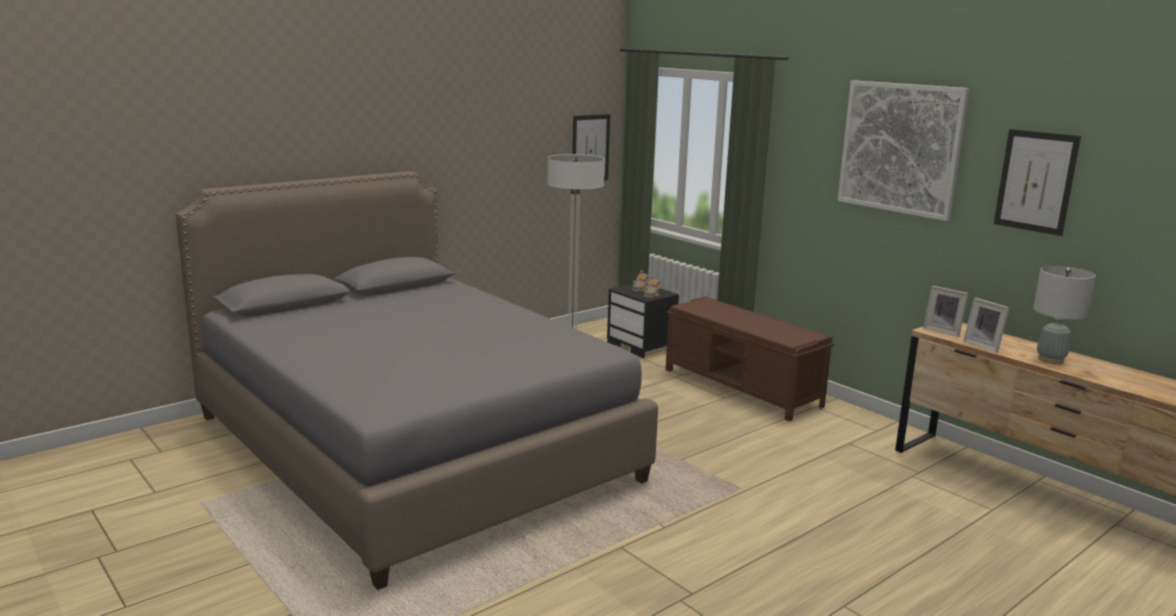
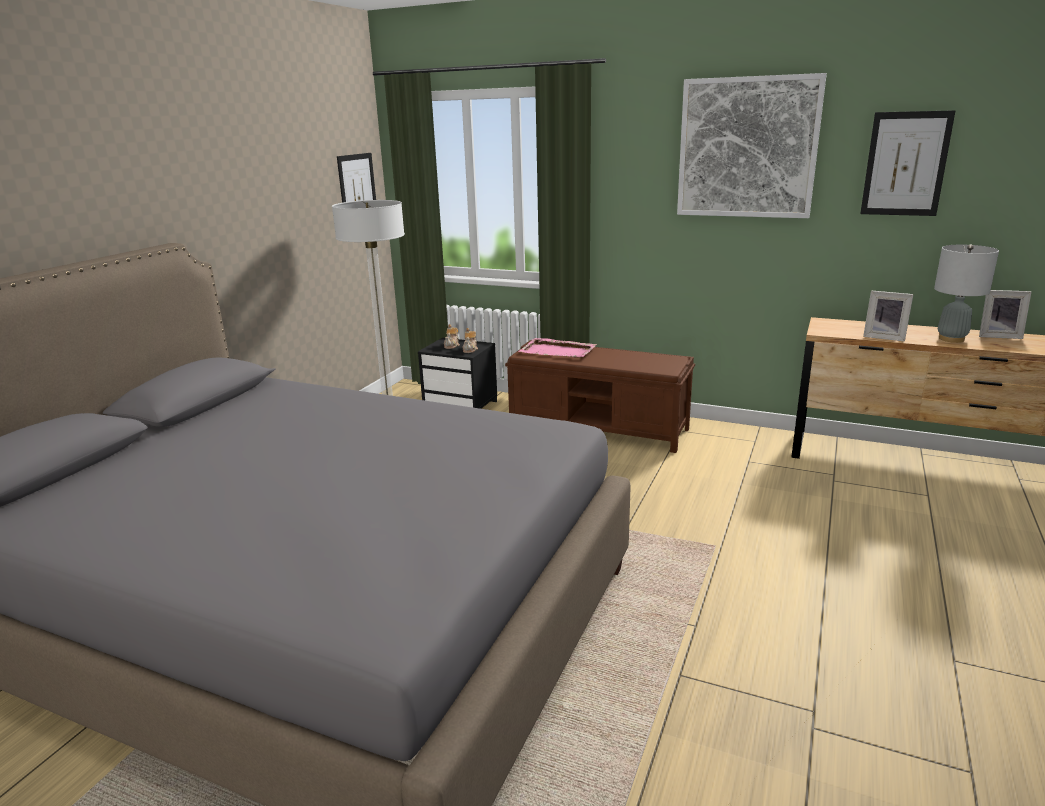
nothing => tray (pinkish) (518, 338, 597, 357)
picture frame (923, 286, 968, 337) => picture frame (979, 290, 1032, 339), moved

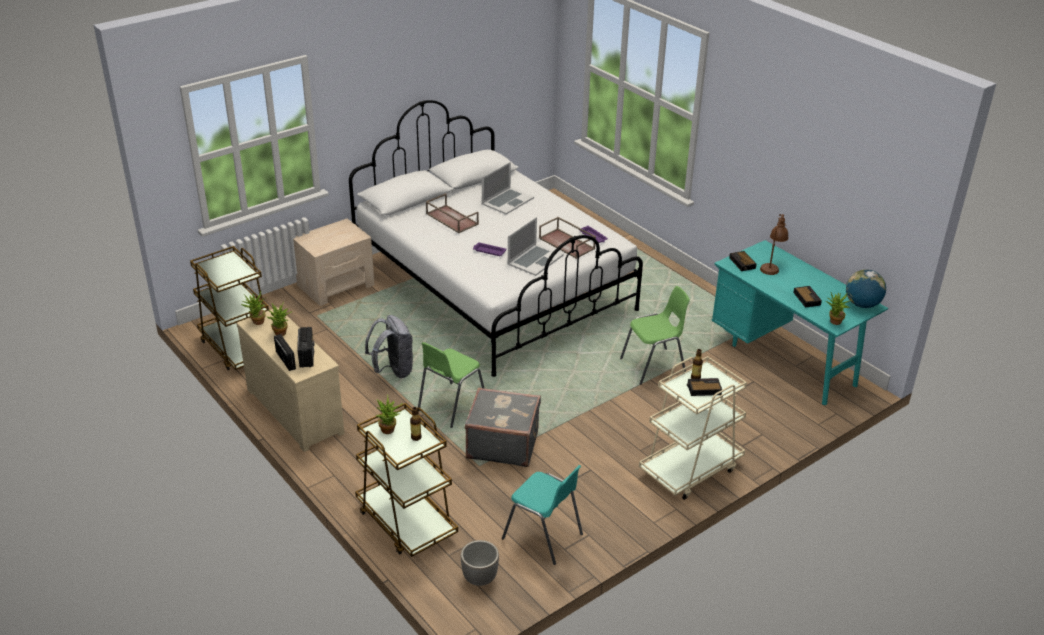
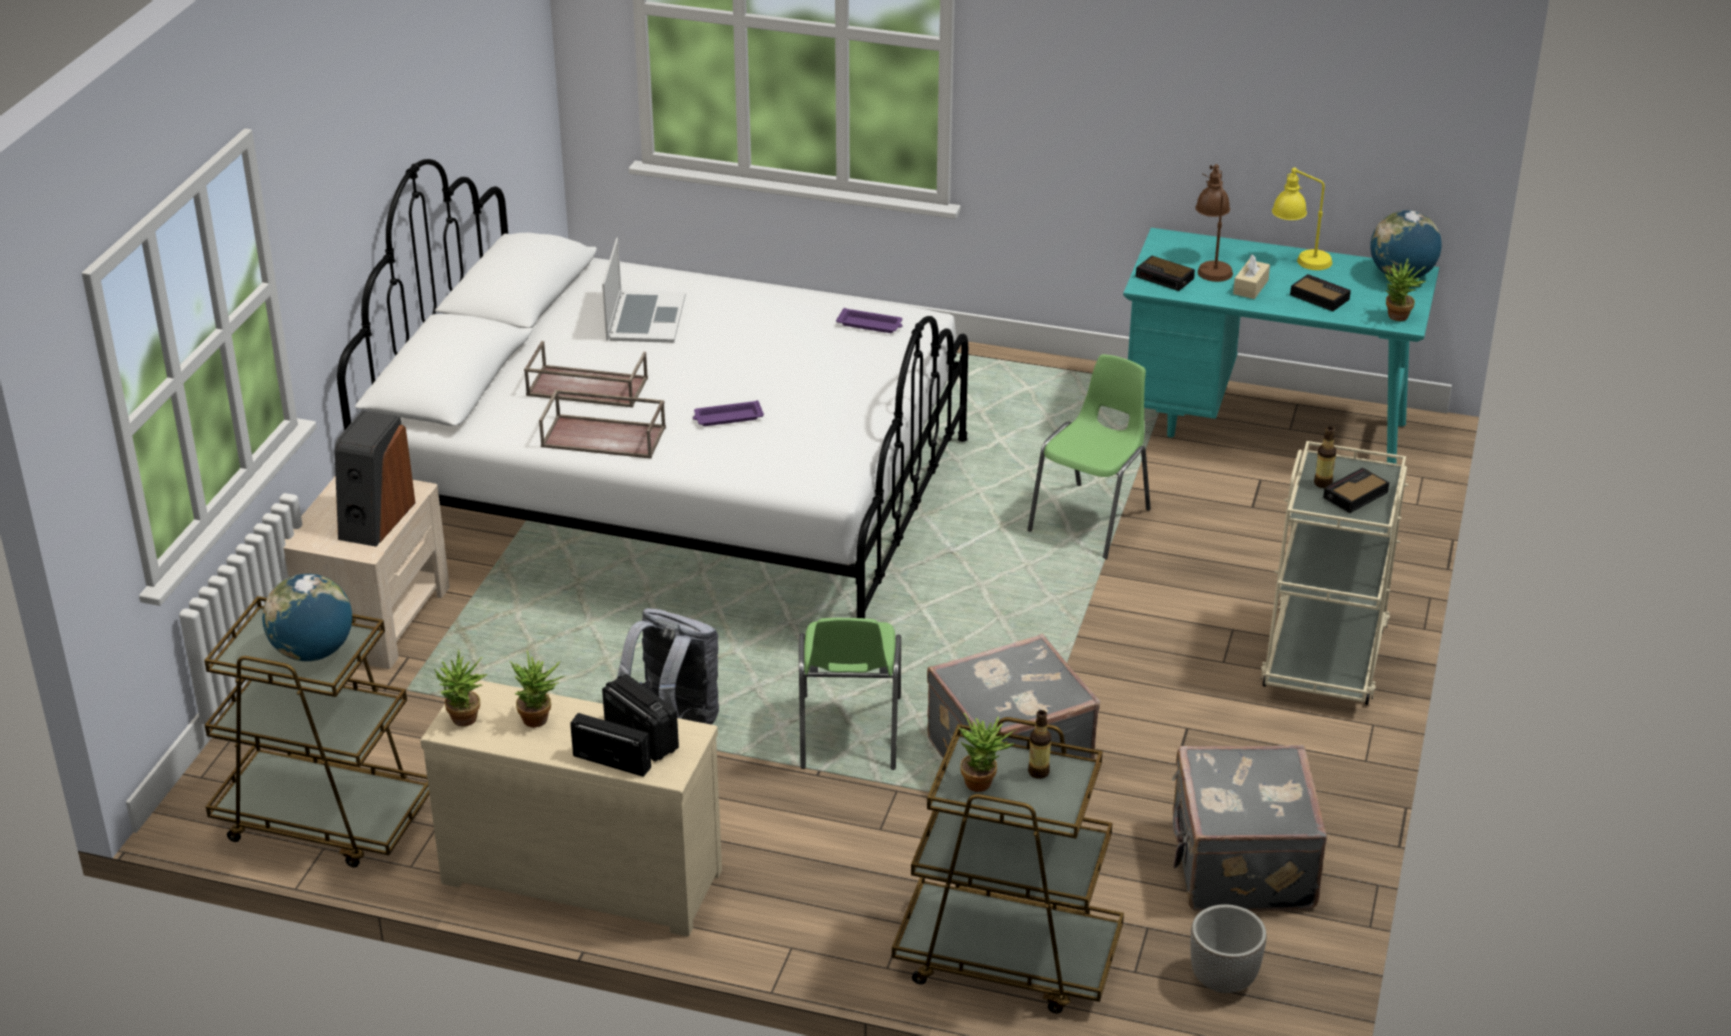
nothing => world globe (262, 574, 352, 661)
nothing => speaker (335, 410, 415, 547)
tray (brown) (539, 217, 596, 259) => tray (brown) (539, 390, 666, 458), moved
chair (turquoise) (502, 465, 583, 565) => suitcase (grey) (1172, 745, 1327, 911)
nothing => box of tissues (beige-coloured) (1233, 254, 1270, 299)
nothing => lamp for a table (yellowish) (1272, 167, 1332, 270)
notebook computer (508, 217, 563, 276) => nothing

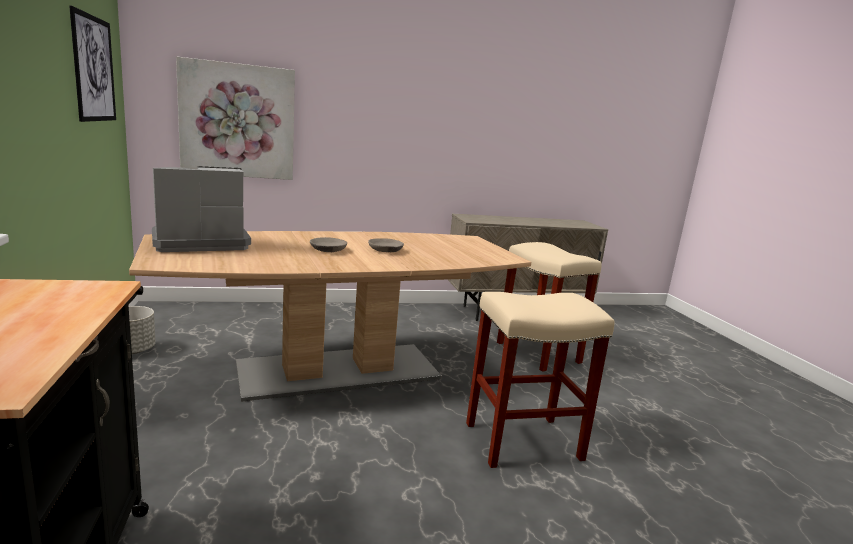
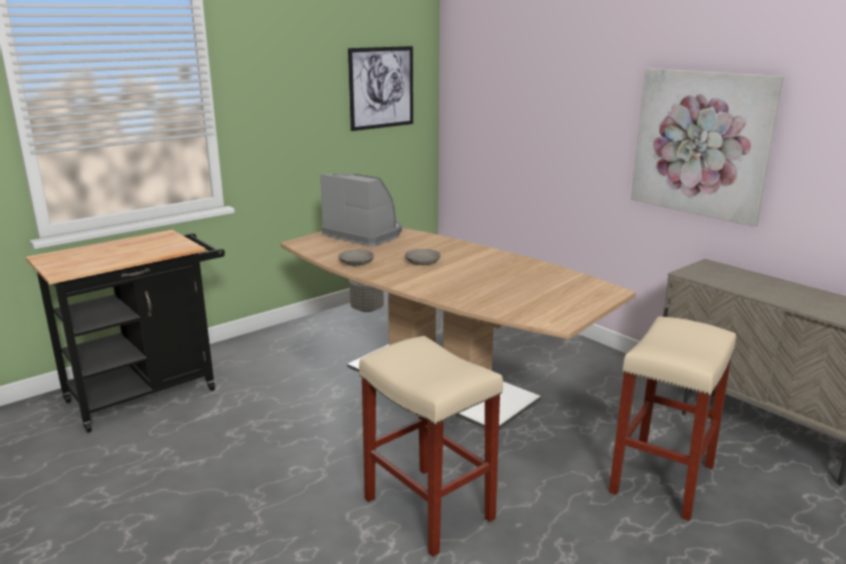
serving bowl (grey) (368, 238, 404, 252) => serving bowl (grey) (339, 249, 374, 266), moved
picture (176, 56, 295, 180) => picture (631, 68, 784, 227), moved

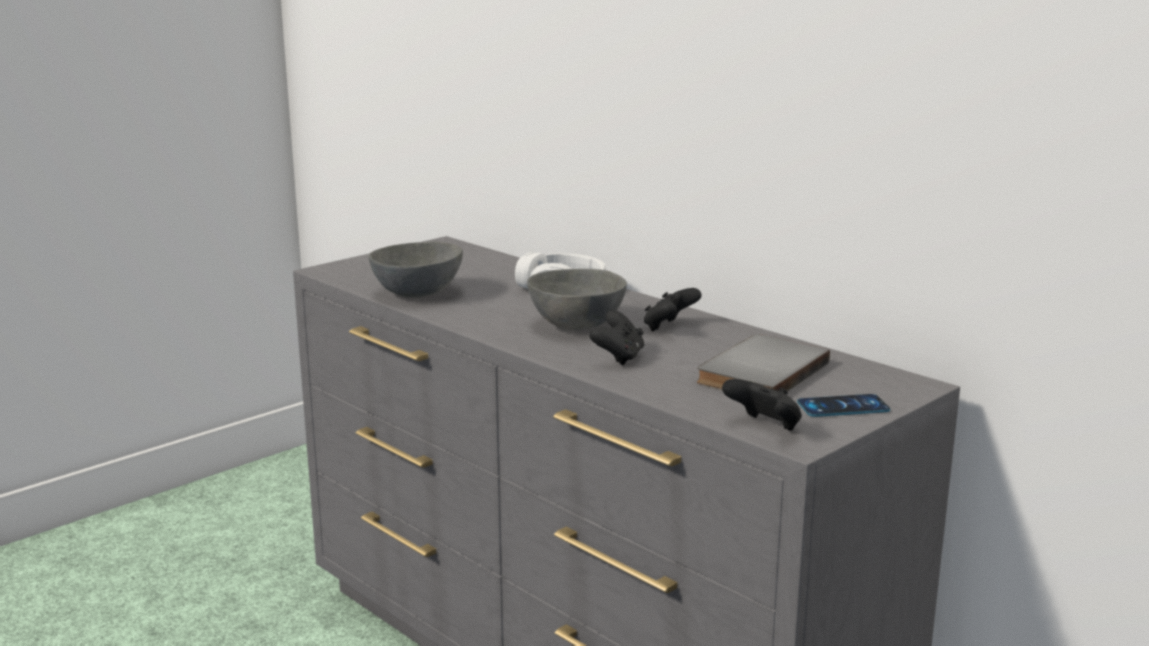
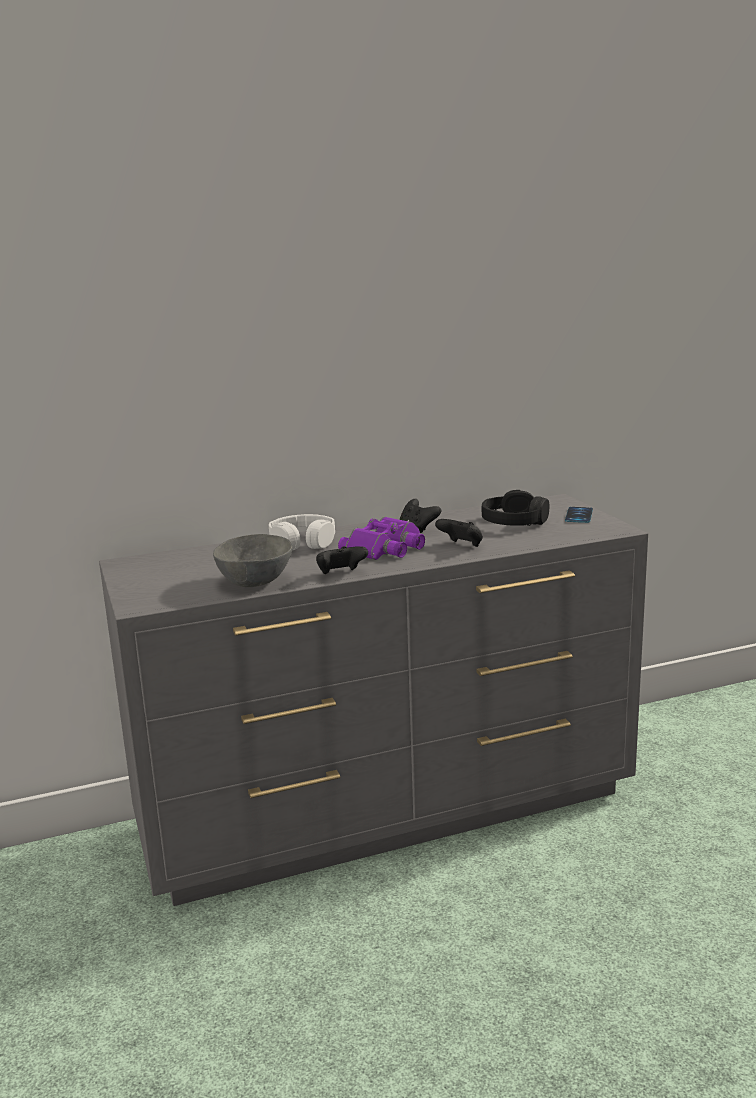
joypad (black) (722, 379, 802, 431) => joypad (black) (316, 546, 368, 574), moved
serving bowl (grey) (527, 269, 627, 330) => field glasses (purplish) (338, 517, 425, 560)
volume (grey) (697, 334, 830, 391) => headset (black) (481, 490, 549, 526)

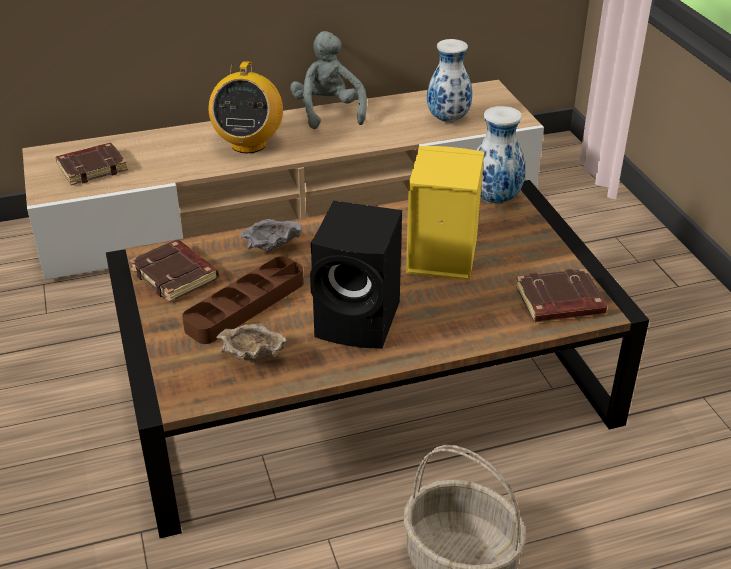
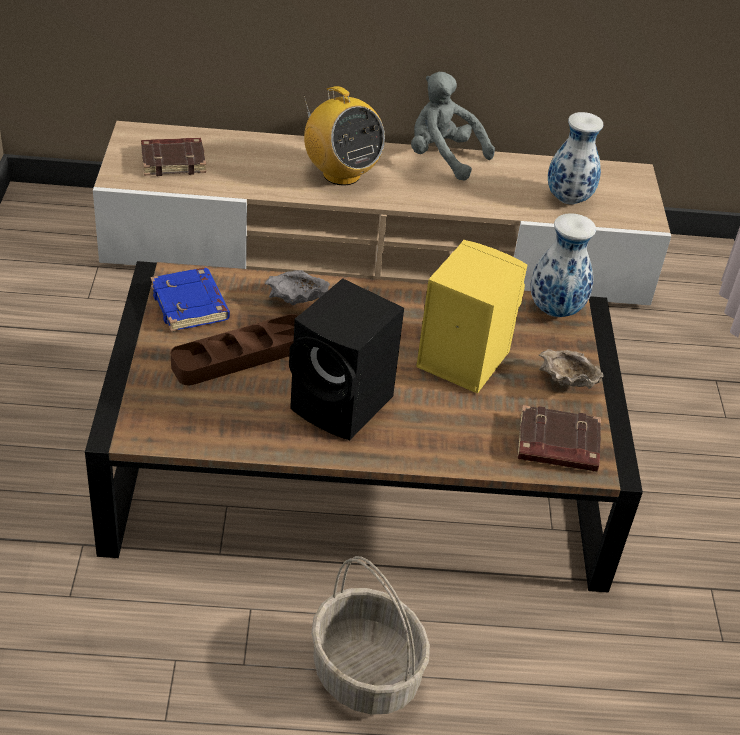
volume (brown) (129, 240, 219, 302) => volume (blue) (150, 268, 230, 332)
radio receiver (208, 61, 283, 153) => radio receiver (303, 86, 385, 185), 60 degrees counterclockwise
plush toy (grey) (290, 31, 367, 129) => plush toy (grey) (411, 72, 495, 181), 60 degrees counterclockwise
serving bowl (beige-coloured) (216, 324, 287, 362) => serving bowl (beige-coloured) (539, 349, 604, 389), moved

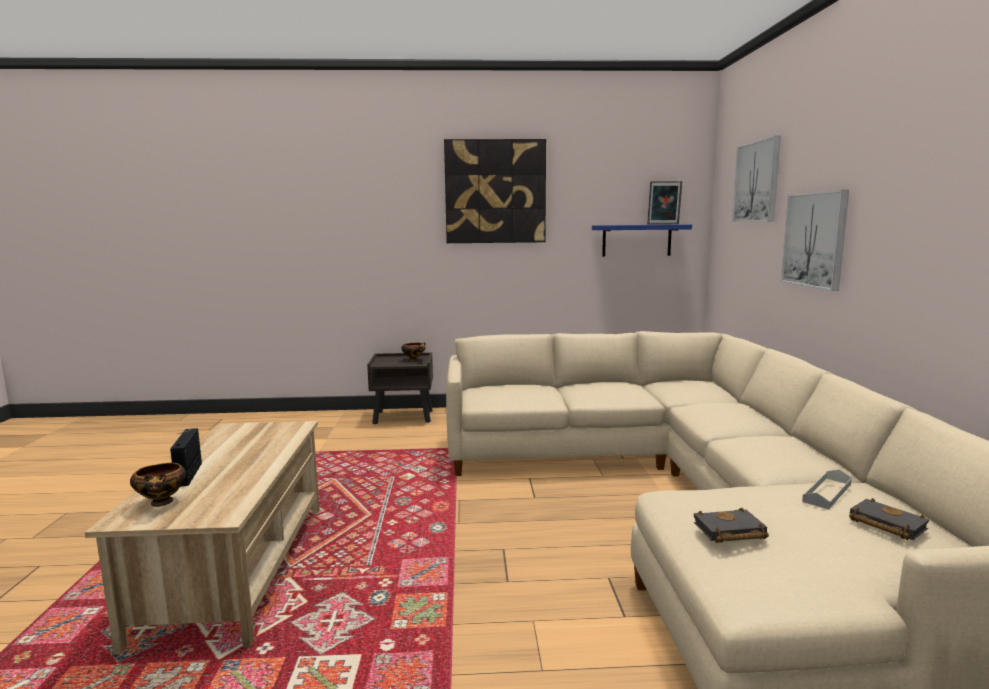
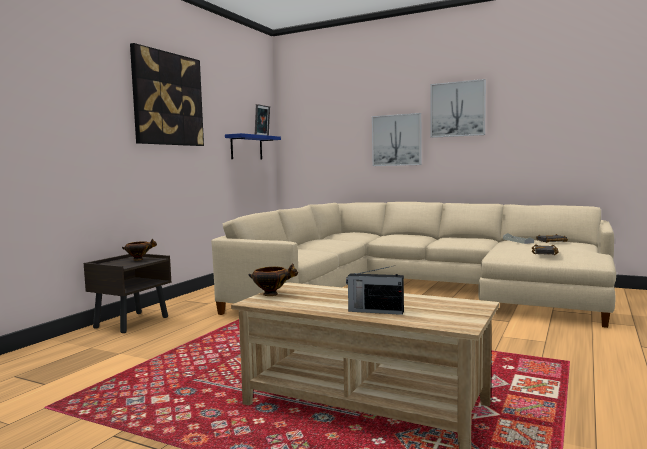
serving bowl (130, 463, 186, 507) => serving bowl (248, 263, 298, 296), moved
picture (732, 136, 781, 222) => picture (431, 79, 486, 138), moved

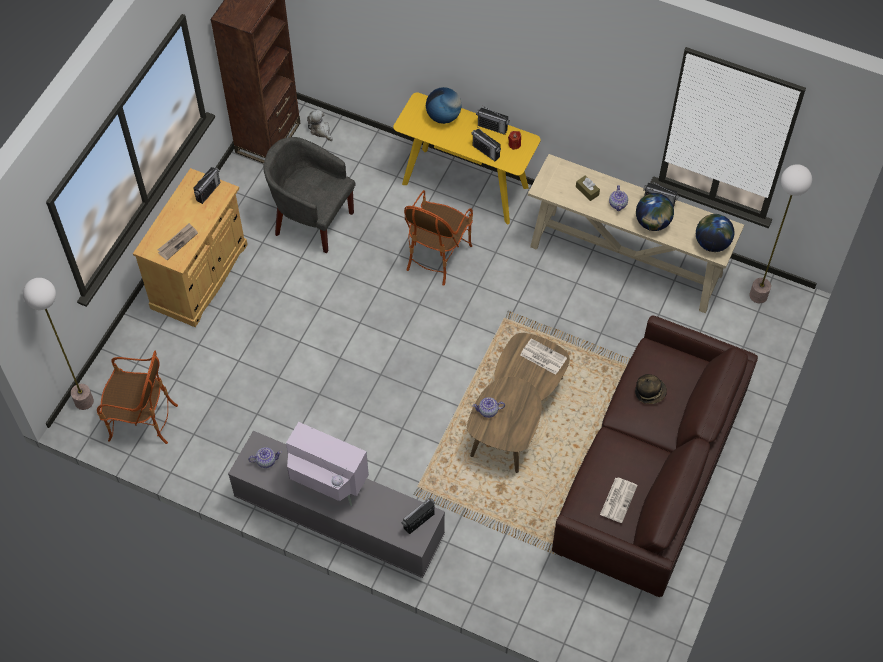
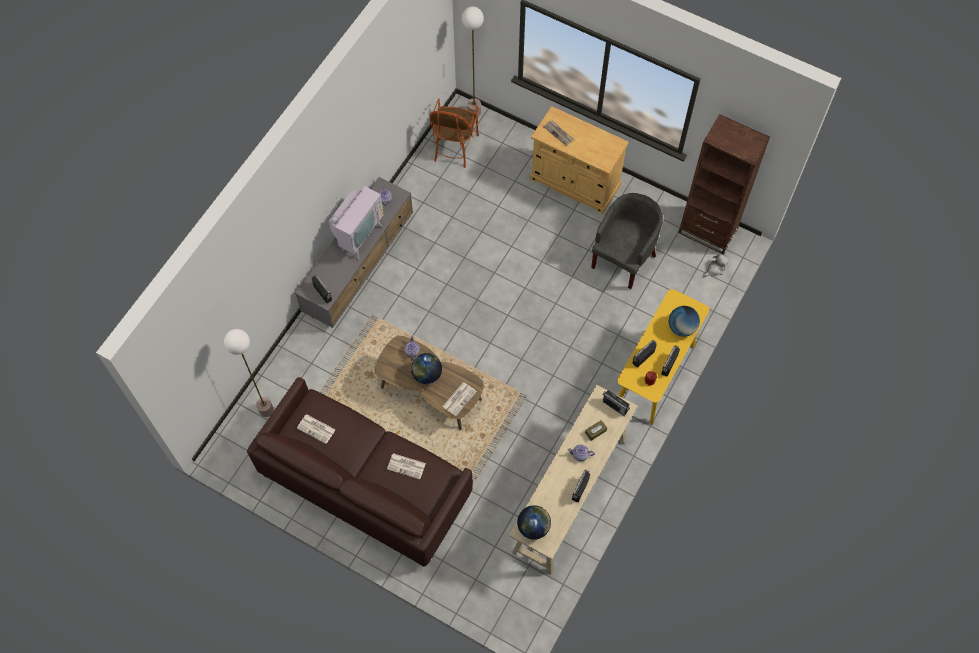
floor lamp (749, 164, 812, 303) => floor lamp (224, 329, 274, 417), moved
clothing hat (635, 374, 667, 404) => newspaper (387, 453, 426, 480)
world globe (636, 193, 674, 231) => world globe (411, 353, 442, 384), moved
radio receiver (193, 167, 220, 204) => radio receiver (603, 390, 630, 416), moved
easy chair (404, 190, 473, 286) => nothing

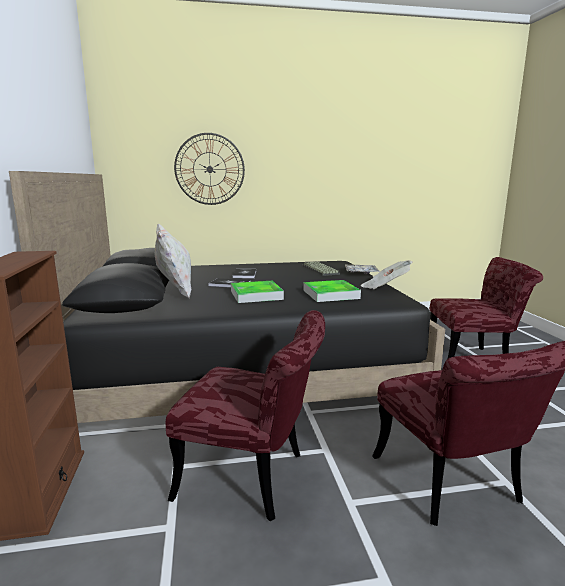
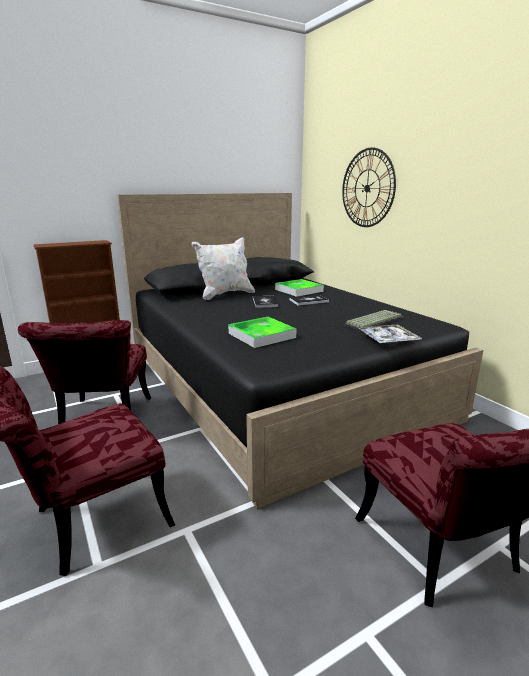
tray (231, 281, 284, 303) => tray (275, 279, 324, 297), moved
newspaper (361, 260, 413, 289) => nothing

